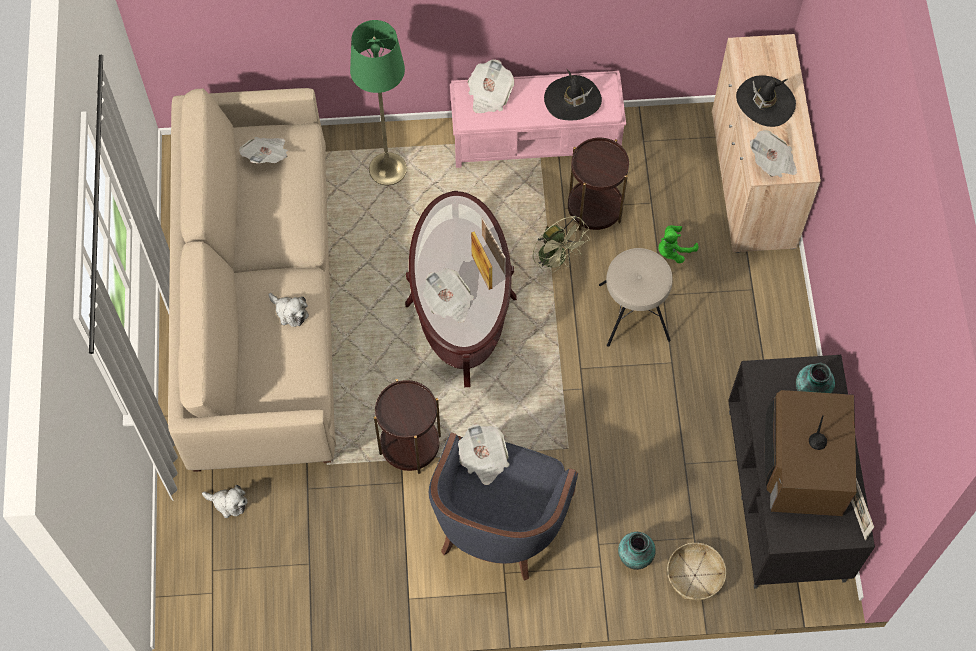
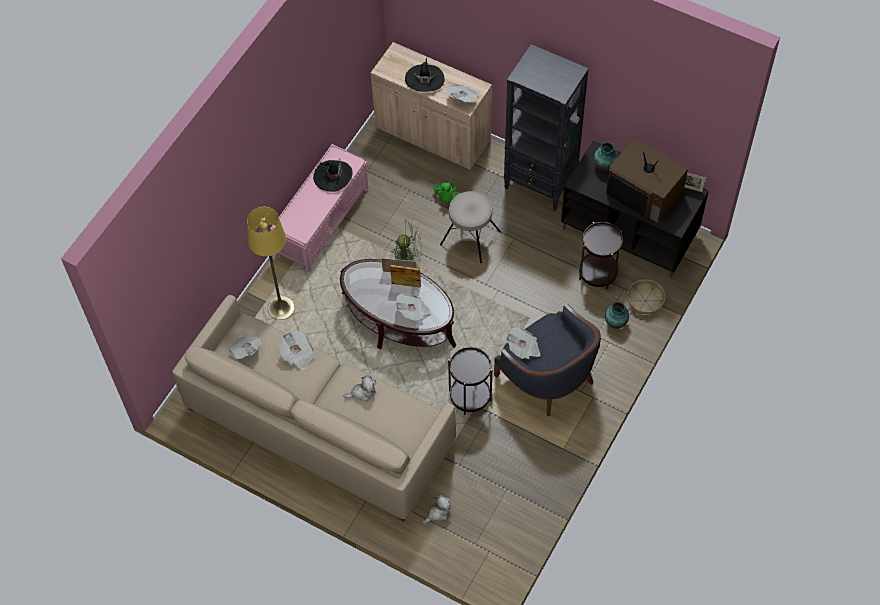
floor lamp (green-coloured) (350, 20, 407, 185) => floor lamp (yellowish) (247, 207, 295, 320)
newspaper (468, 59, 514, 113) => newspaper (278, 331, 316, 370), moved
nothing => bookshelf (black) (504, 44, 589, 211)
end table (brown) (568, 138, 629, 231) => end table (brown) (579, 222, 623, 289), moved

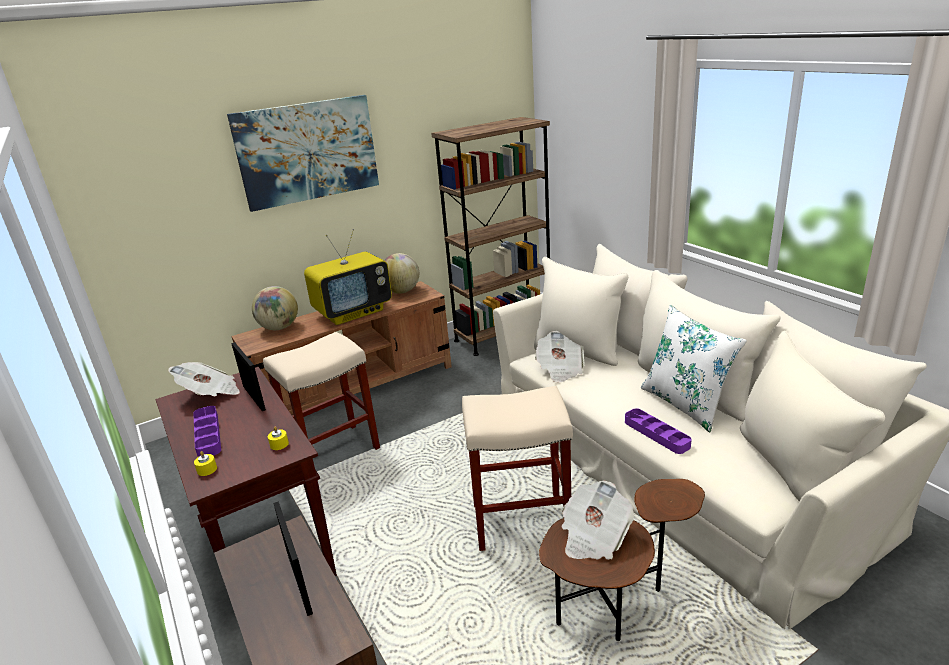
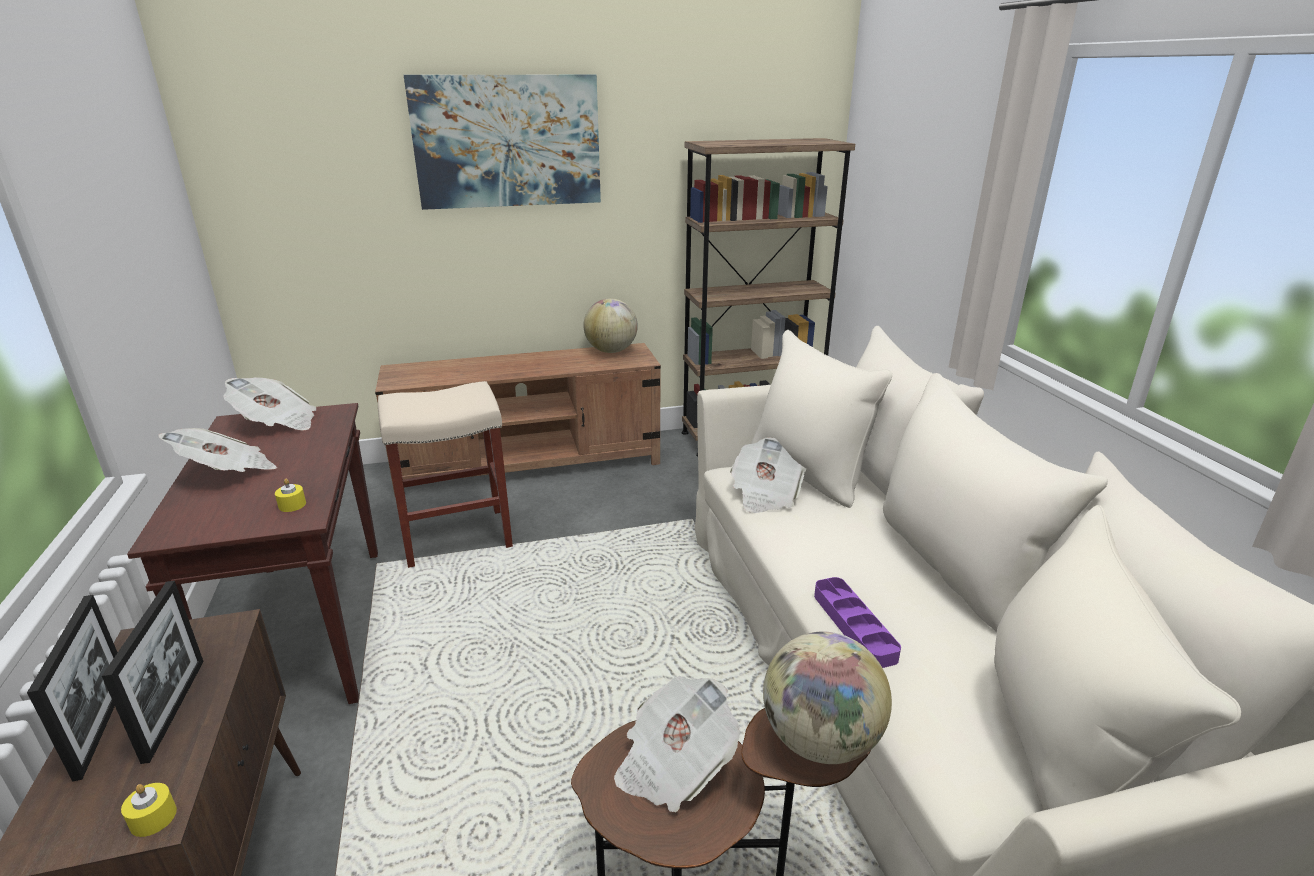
picture frame (231, 342, 266, 411) => picture frame (27, 595, 118, 782), moved
wax candle (yellowish) (194, 451, 217, 476) => wax candle (yellowish) (121, 783, 177, 837), moved
tray (purplish) (193, 406, 221, 457) => newspaper (158, 428, 278, 472)
world globe (252, 286, 298, 330) => world globe (763, 632, 892, 764), moved
TV (304, 229, 392, 325) => nothing
stool (beige-coloured) (462, 386, 573, 551) => nothing
pillow (white-coloured) (641, 305, 747, 432) => nothing

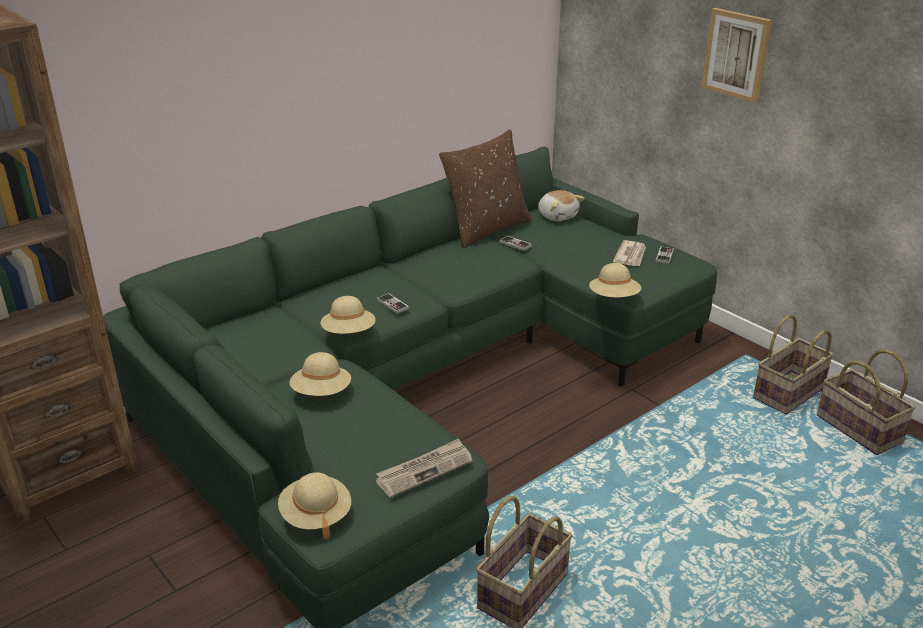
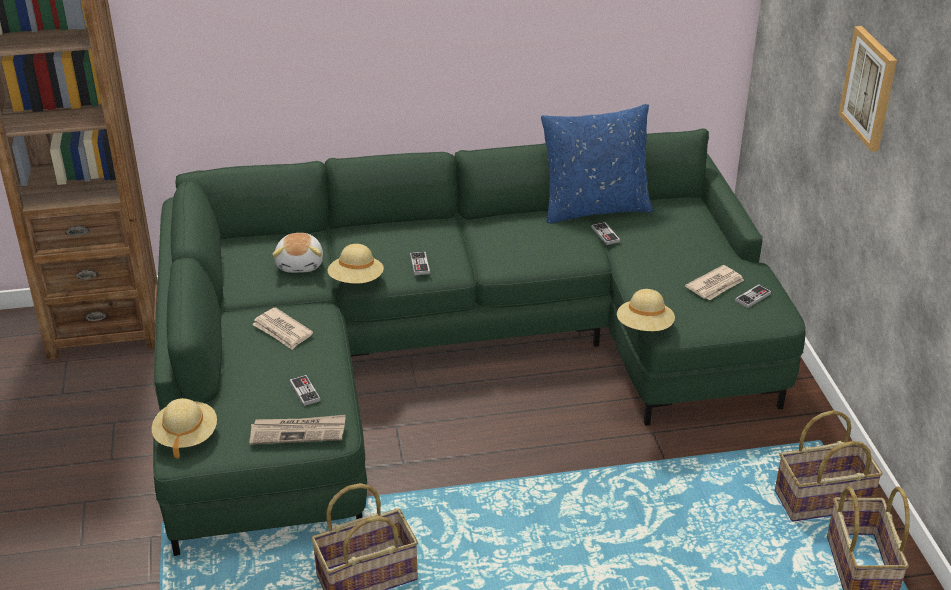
clothing hat (beige-coloured) (290, 352, 351, 396) => newspaper (252, 307, 313, 350)
plush toy (538, 190, 585, 221) => plush toy (272, 233, 323, 273), moved
nothing => joypad (289, 375, 321, 406)
pillow (brown) (439, 129, 532, 248) => pillow (blue) (541, 104, 653, 223)

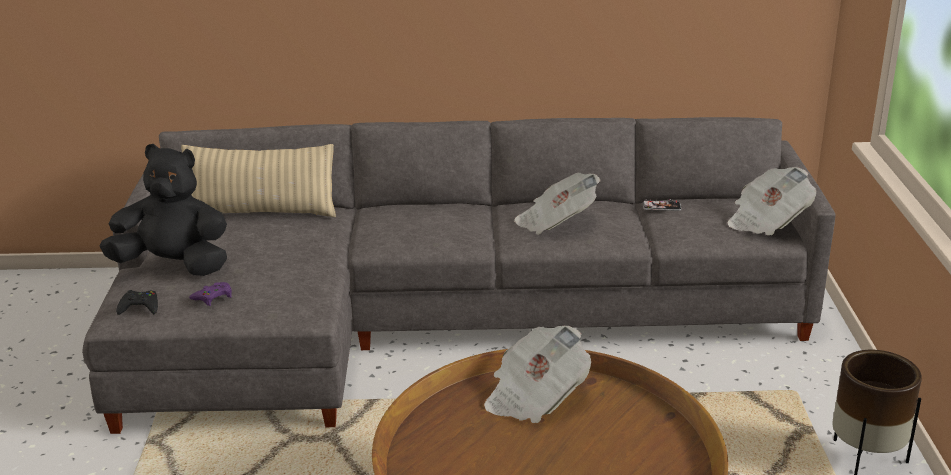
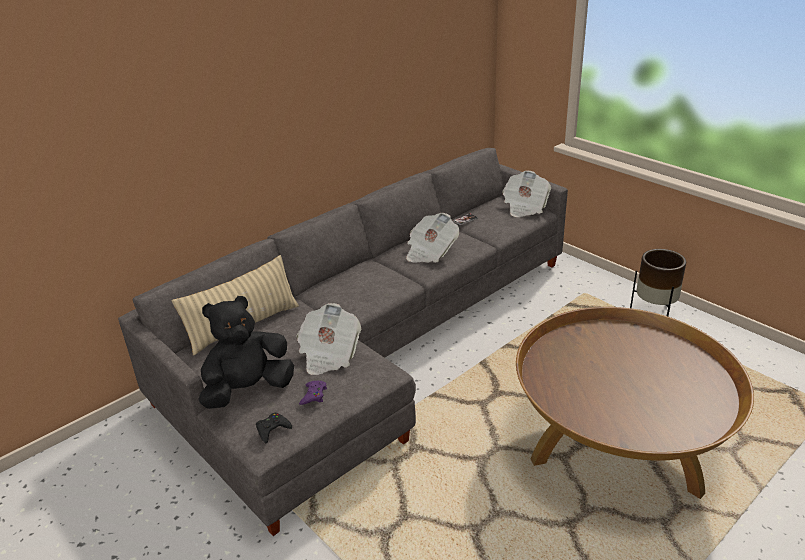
newspaper (484, 326, 591, 423) => newspaper (297, 303, 361, 375), moved

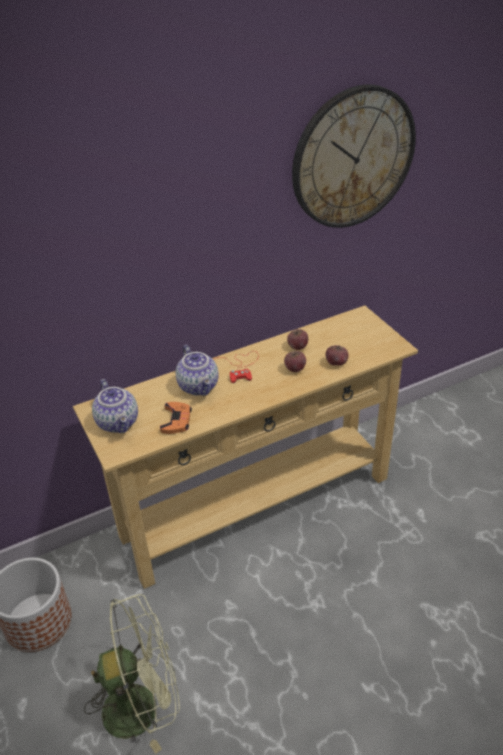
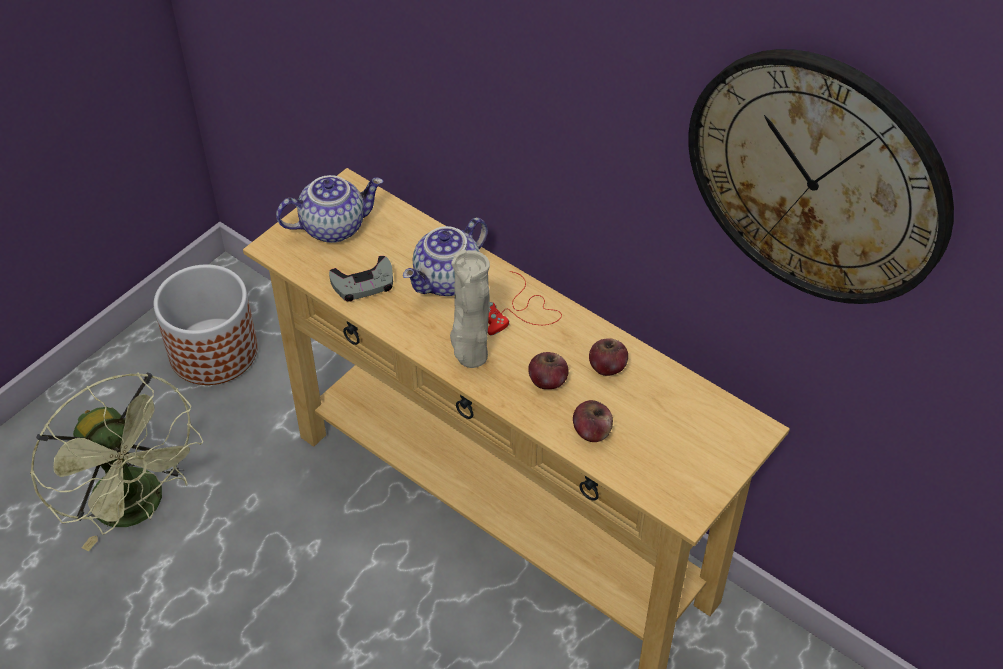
teapot (92, 379, 138, 433) => teapot (276, 175, 383, 243), 150 degrees counterclockwise
joypad (orange) (160, 402, 192, 434) => joypad (grey) (329, 256, 393, 302)
nothing => flower vase (beige-coloured) (450, 250, 490, 368)

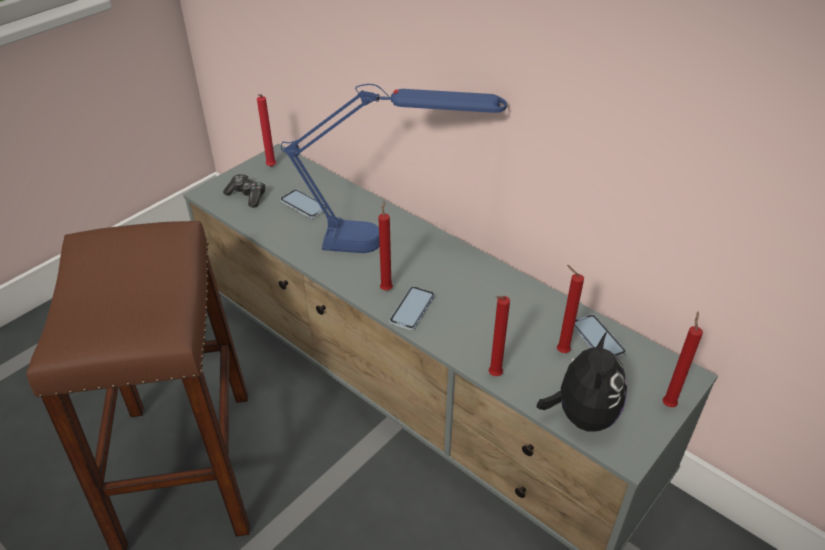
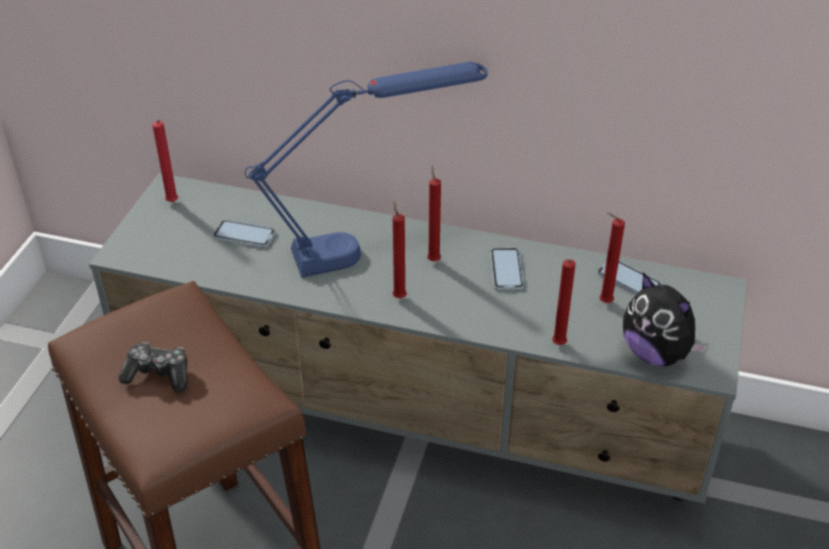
joypad (223, 174, 265, 208) => joypad (119, 342, 187, 392), moved
wax candle (red-coloured) (662, 312, 703, 407) => wax candle (red-coloured) (427, 165, 441, 261), moved
handset (389, 286, 435, 330) => handset (490, 248, 524, 290), moved
plush toy (536, 332, 627, 432) => plush toy (623, 273, 708, 366), 150 degrees clockwise

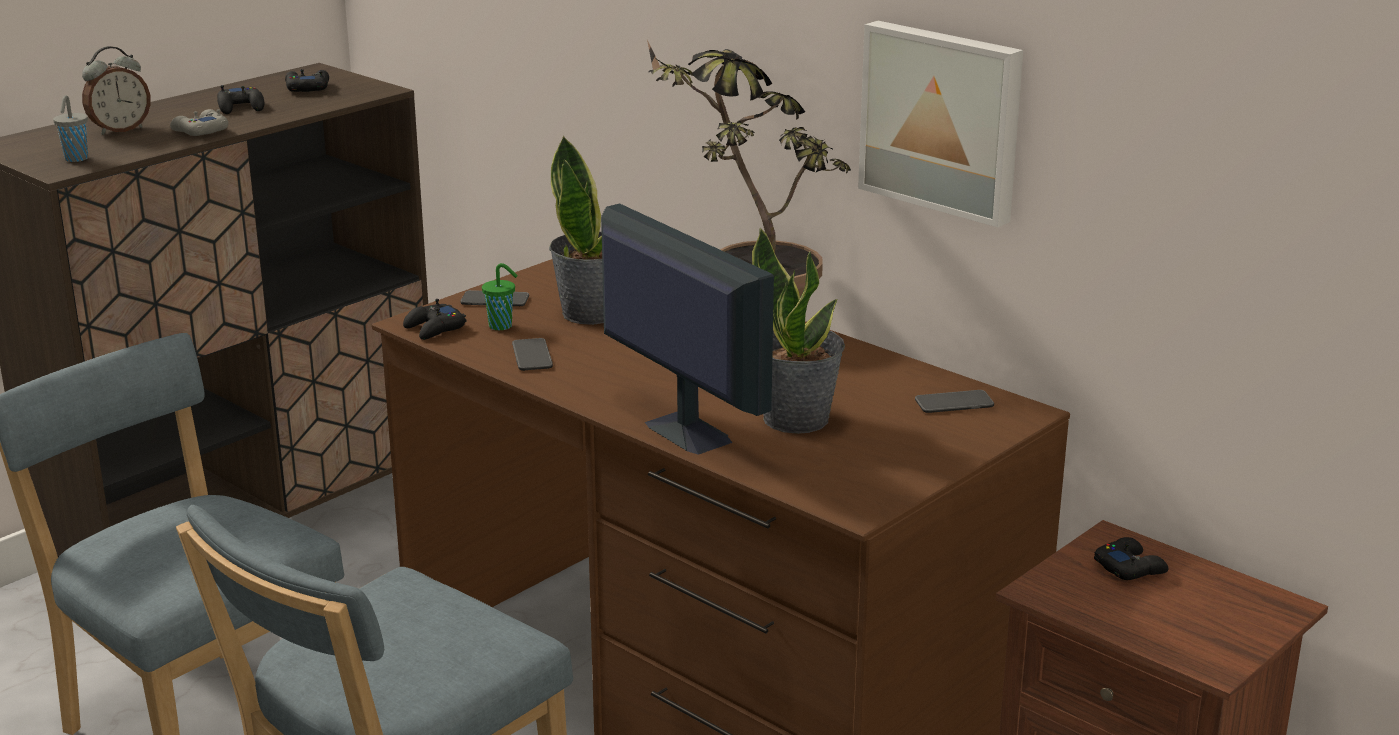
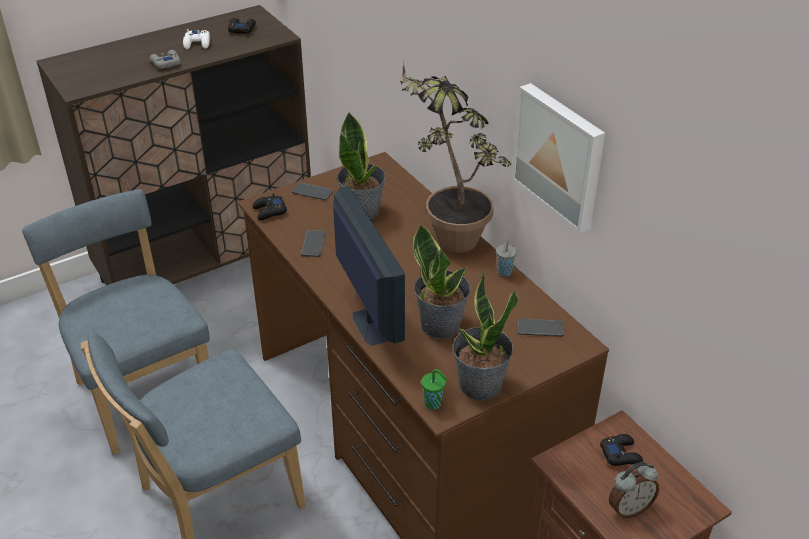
joypad (black) (217, 85, 264, 114) => joypad (white-coloured) (183, 29, 210, 49)
cup (green-coloured) (482, 263, 518, 330) => cup (green-coloured) (421, 369, 448, 410), moved
nothing => plant in a pot (453, 272, 519, 400)
cup (grey) (53, 95, 88, 162) => cup (grey) (496, 240, 517, 277), moved
bedside clock (82, 46, 151, 135) => bedside clock (609, 462, 659, 518), moved

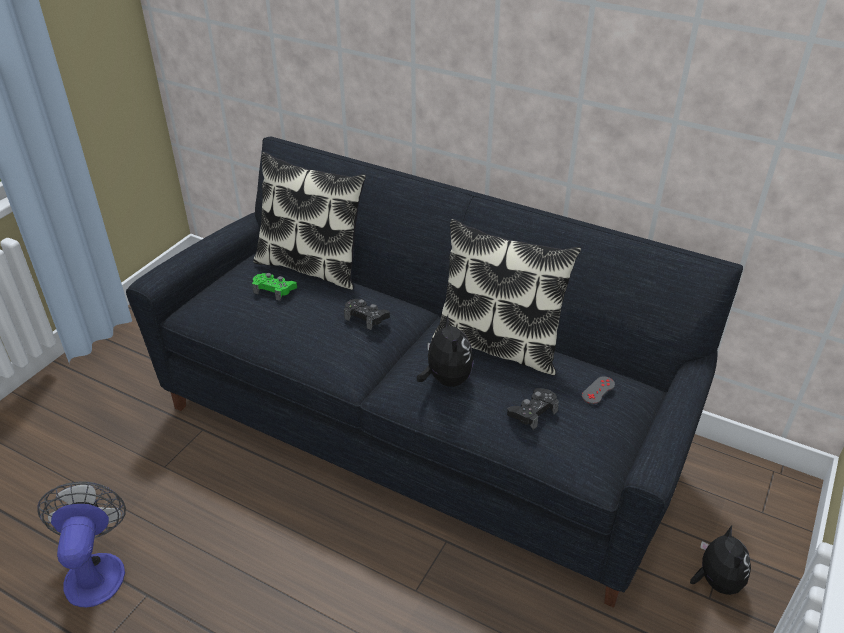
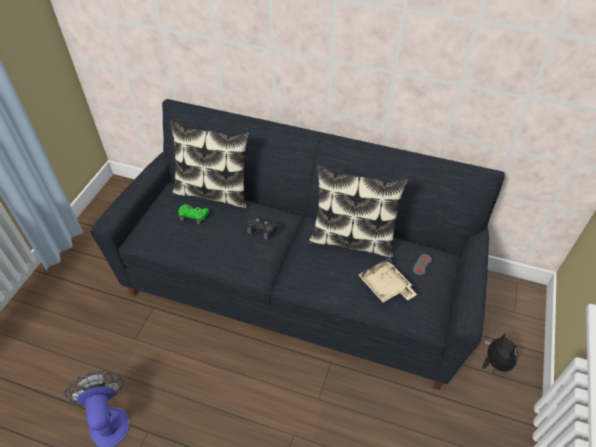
joypad (black) (507, 388, 559, 430) => tray (beige-coloured) (358, 257, 417, 302)
plush toy (417, 315, 474, 387) => nothing

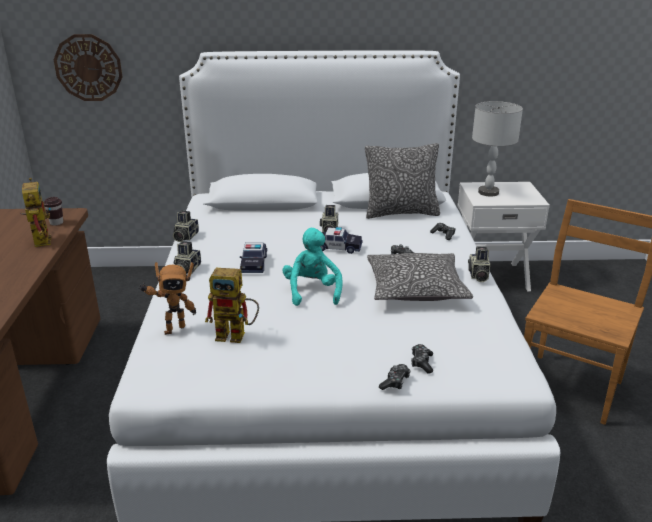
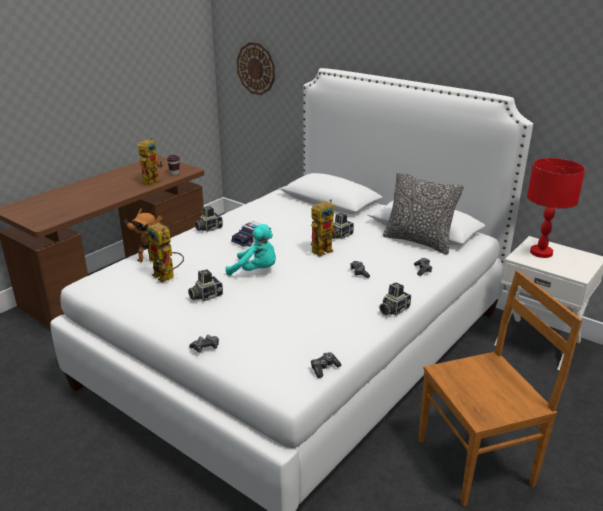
still camera (173, 211, 199, 242) => still camera (188, 269, 223, 302), moved
plush toy (turquoise) (282, 228, 343, 306) => plush toy (turquoise) (226, 224, 276, 276), 75 degrees clockwise
model car (320, 227, 363, 254) => toy robot (311, 199, 340, 256)
joypad (411, 344, 433, 373) => joypad (311, 352, 341, 378), moved
lamp for a table (grey) (472, 101, 523, 196) => lamp for a table (red-coloured) (527, 158, 586, 258)
pillow (367, 253, 473, 301) => nothing

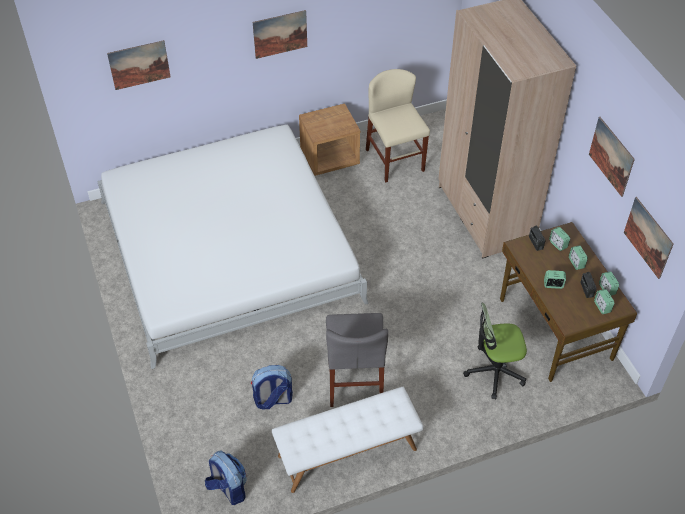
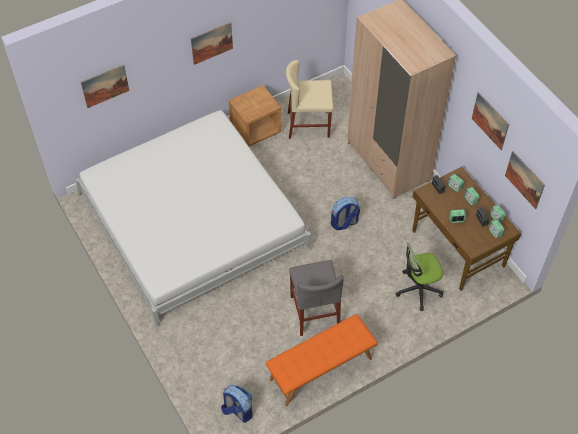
bench (white-coloured) (272, 387, 424, 493) => bench (orange) (266, 314, 378, 406)
chair (beige-coloured) (366, 69, 430, 182) => chair (beige-coloured) (286, 60, 333, 139), 60 degrees counterclockwise
backpack (251, 365, 293, 410) => backpack (331, 197, 360, 230), moved

